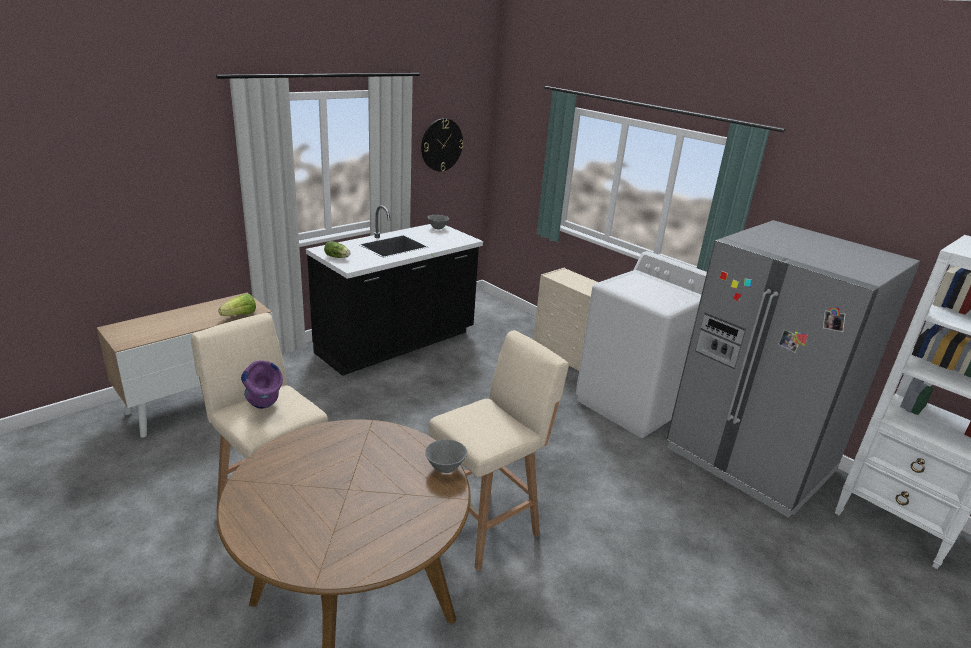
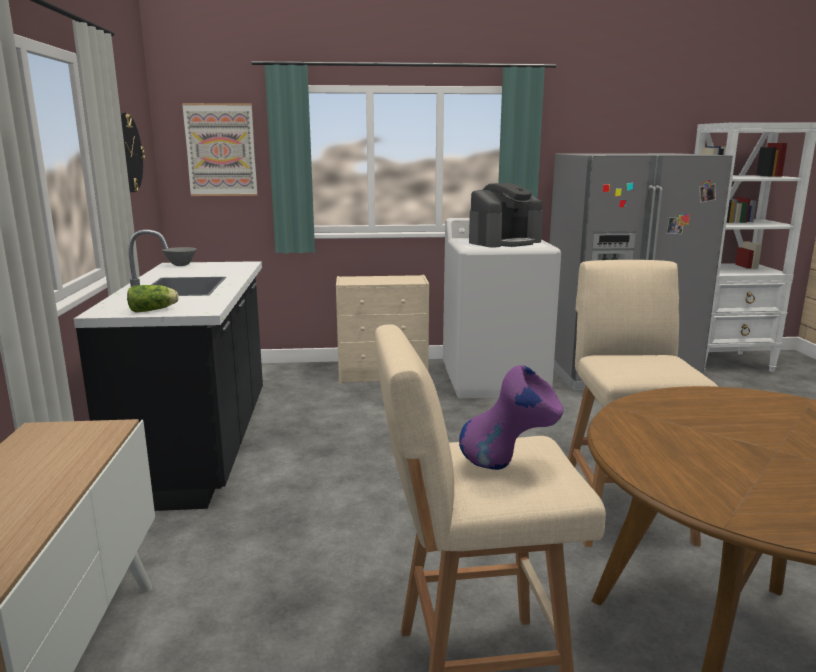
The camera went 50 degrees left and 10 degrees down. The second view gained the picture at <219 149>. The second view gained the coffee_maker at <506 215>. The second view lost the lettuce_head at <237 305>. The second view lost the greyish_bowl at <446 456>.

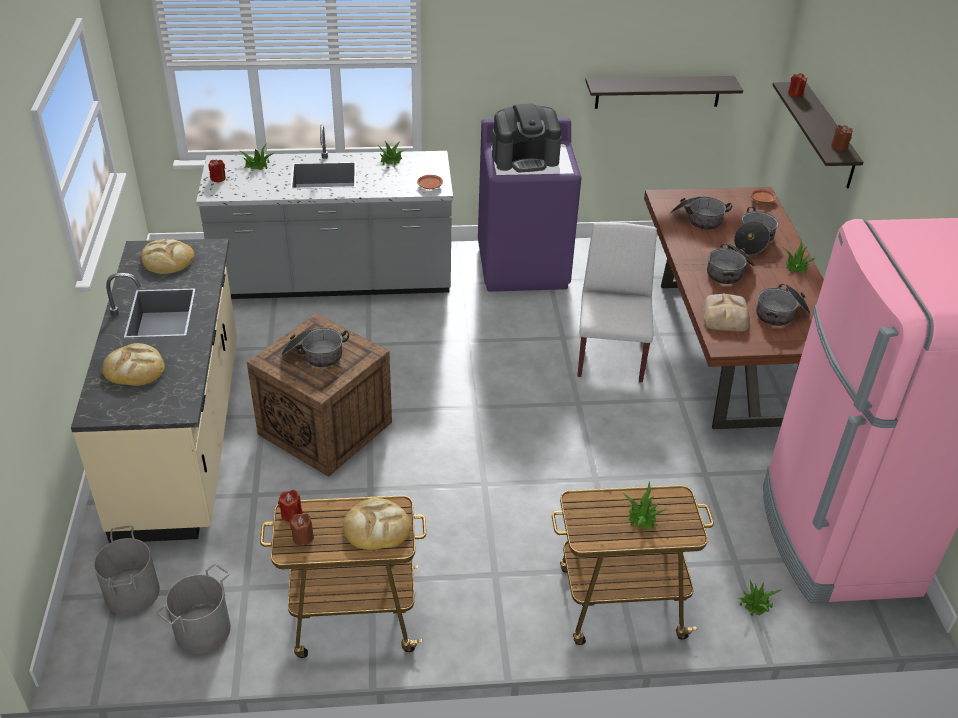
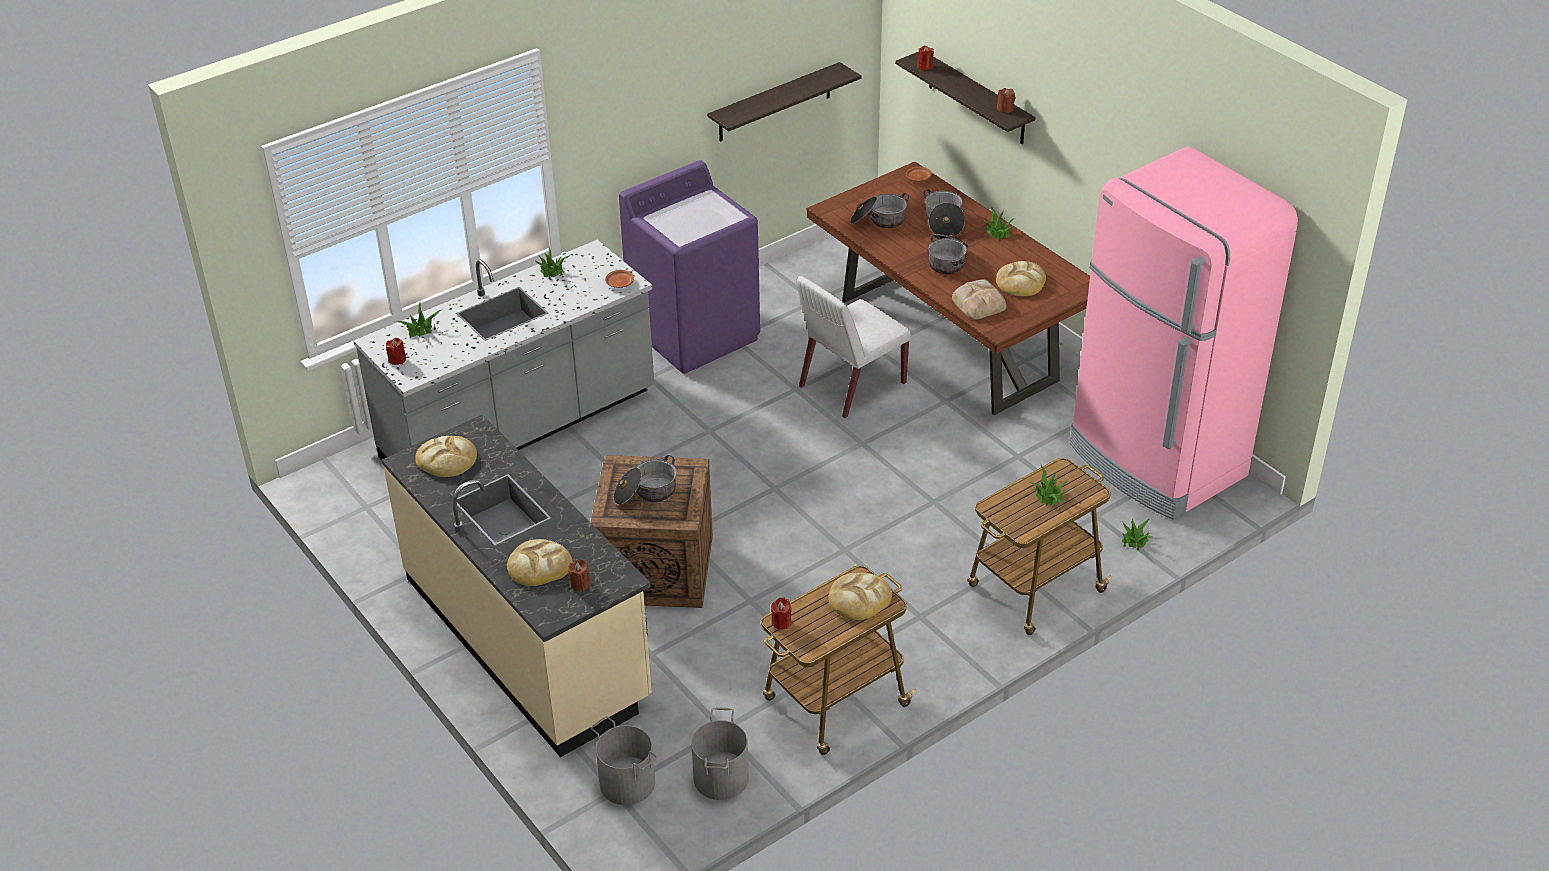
The camera went 30 degrees left and 0 degrees up. The brown-coloured_wax_light ended up elsewhere, having gone from <302 529> to <579 575>. The white_chair at <617 302> ended up facing another way, 105 degrees counterclockwise from before. Where the stockpot stood at <783 305>, the baked_bread came to stand at <1021 278>. The second view lost the coffee_maker at <526 137>.

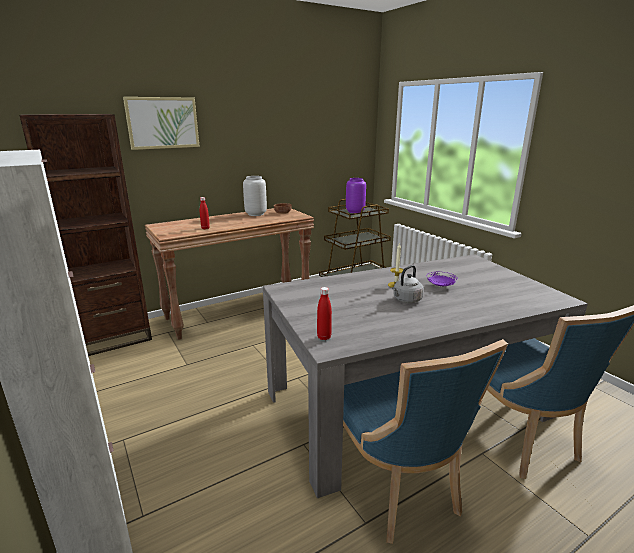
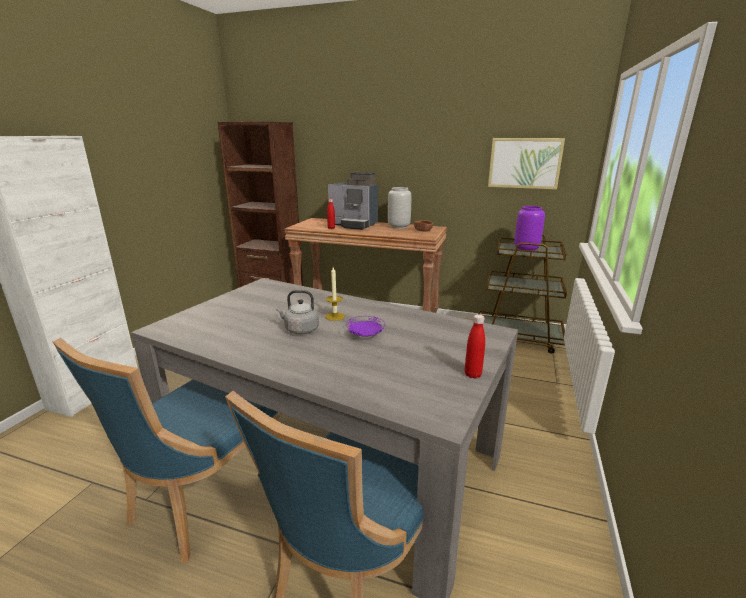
The camera went 50 degrees right and 0 degrees up. The second view gained the coffee_maker at <353 201>. The reddish_beverage_bottle ended up elsewhere, having gone from <324 313> to <475 346>. The picture ended up elsewhere, having gone from <161 123> to <526 164>.

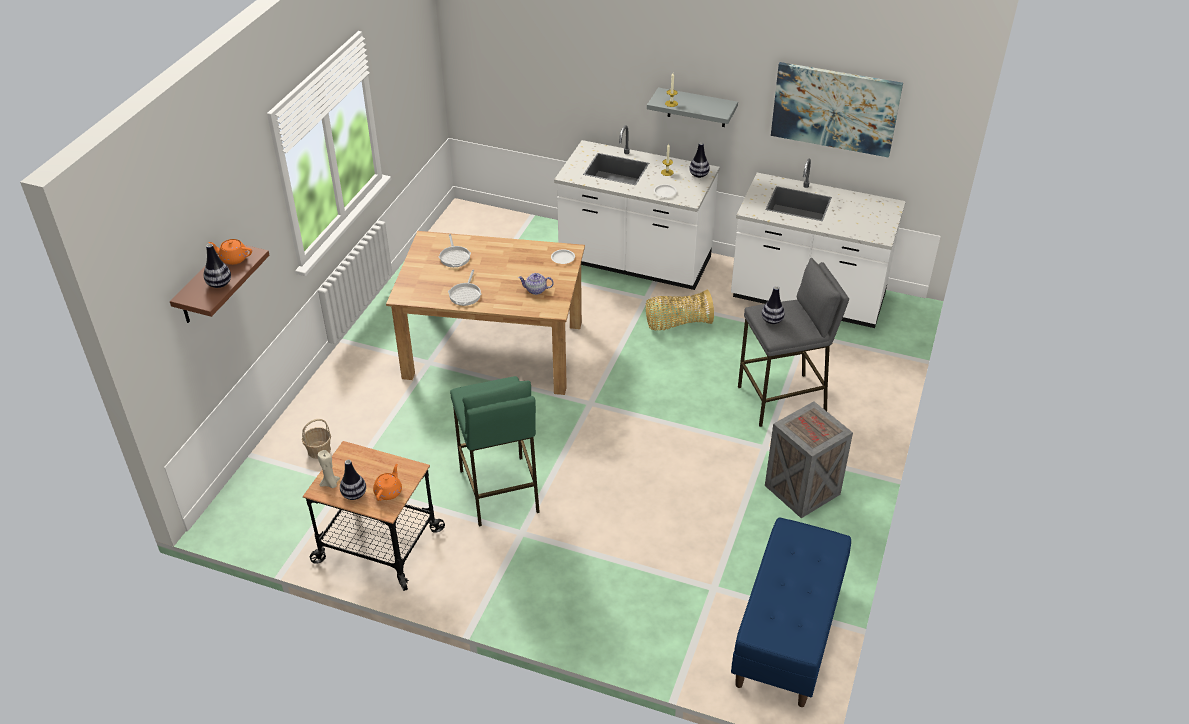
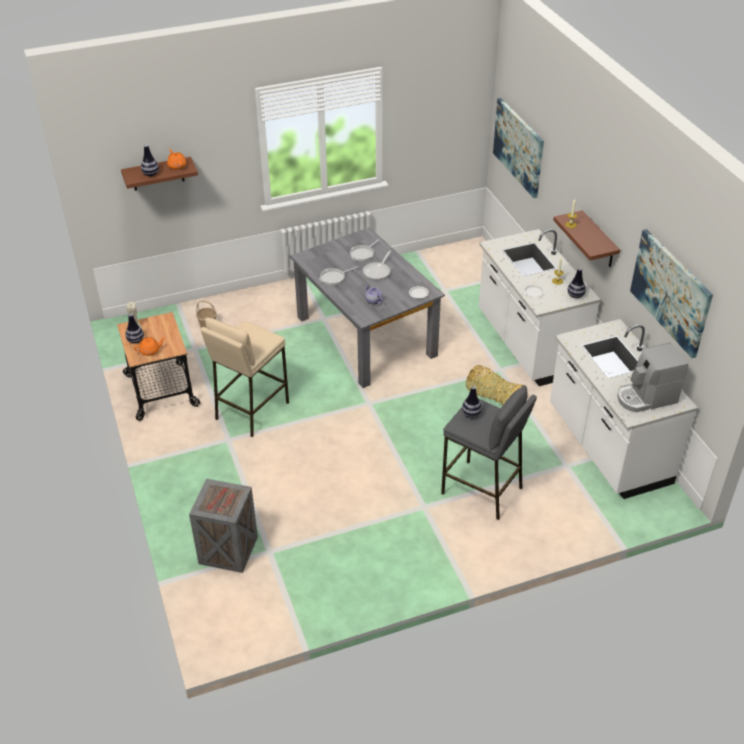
The camera went 50 degrees right and 0 degrees up. The crate ended up elsewhere, having gone from <809 459> to <223 526>. What was the green-coloured_stool at <495 451> turned into the beige-coloured_stool at <245 377>. What was the brown-coloured_dinner_table at <485 313> turned into the greyish_dinner_table at <367 307>. The second view gained the frying_pan at <377 265>. The second view gained the picture at <518 148>. What was the greyish_bracket_shelf at <692 107> turned into the brown-coloured_bracket_shelf at <586 238>. The second view gained the coffee_maker at <652 377>. The second view lost the bluish_indoor_bench at <791 612>.

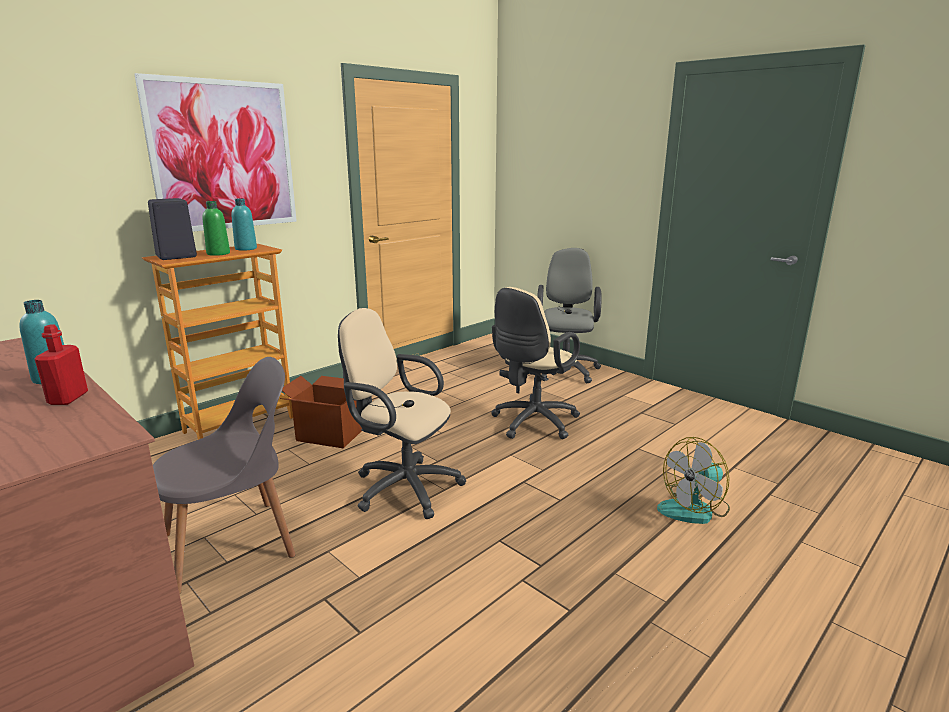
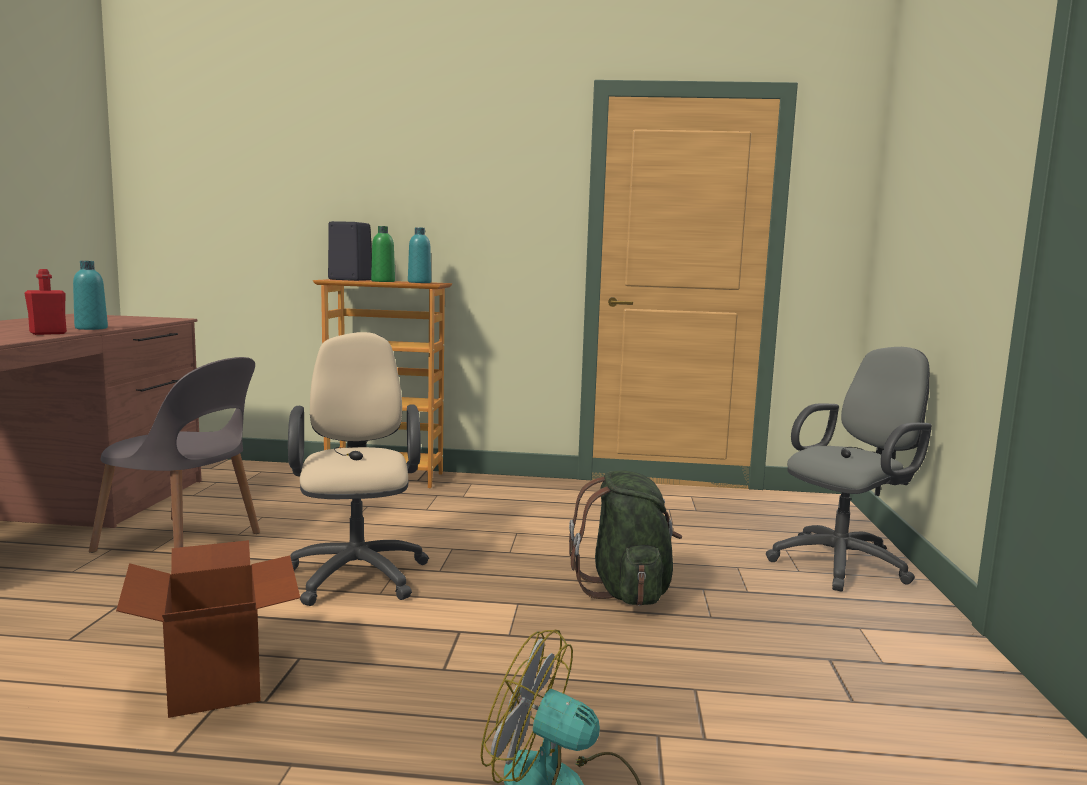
The camera went 50 degrees right and 10 degrees down. The carton ended up elsewhere, having gone from <321 412> to <208 629>. Where the beige-coloured_desk_chair stood at <535 363>, the green-coloured_backpack came to stand at <625 538>. The second view lost the picture at <215 152>.

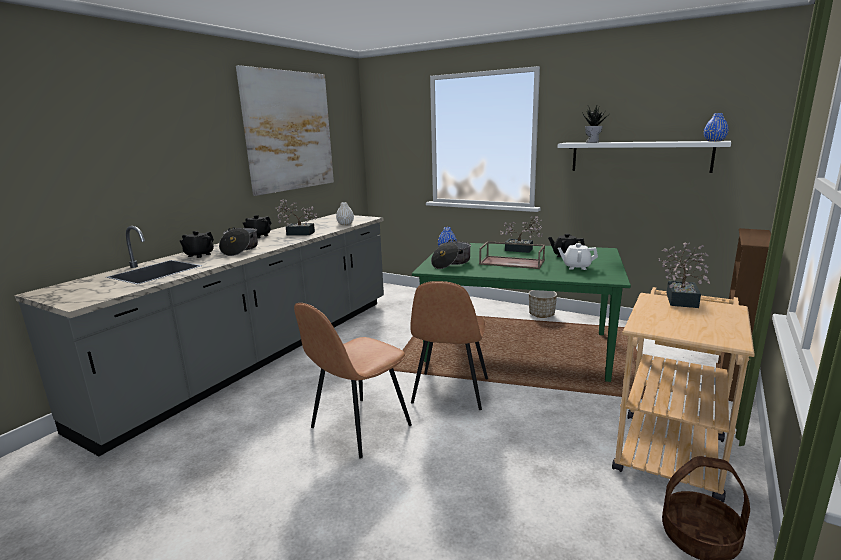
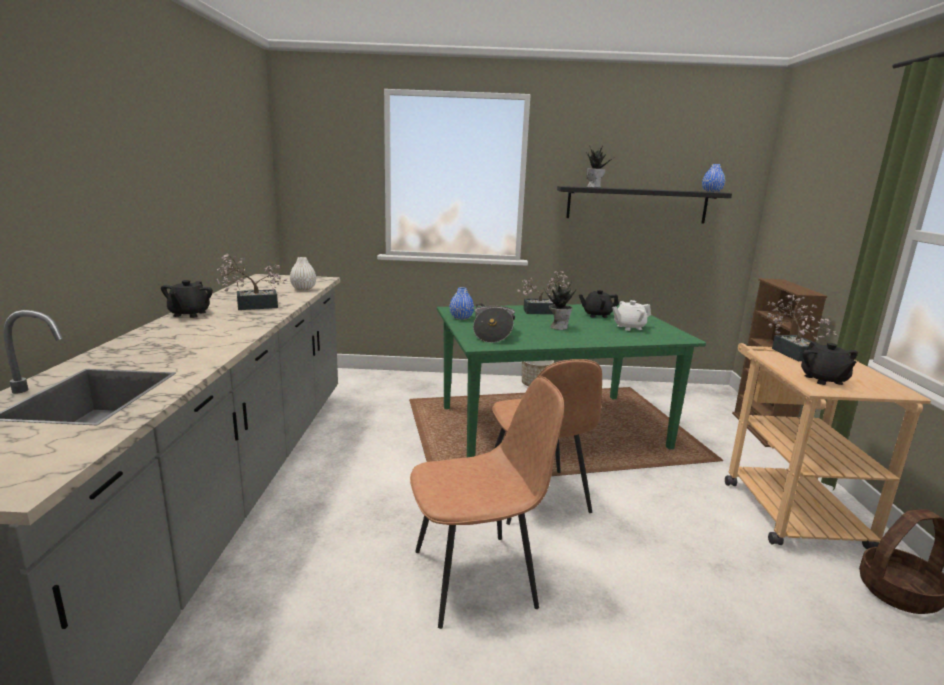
The camera went 30 degrees left and 0 degrees up. The brown-coloured_chair at <353 381> ended up facing another way, 120 degrees counterclockwise from before. Where the brown-coloured_carrying_tray stood at <512 255>, the plant_in_a_pot came to stand at <560 305>. What was the white_bracket_shelf at <644 157> turned into the black-coloured_bracket_shelf at <644 205>. The black-coloured_teapot ended up elsewhere, having gone from <197 244> to <829 363>. The second view lost the stockpot at <238 241>. The second view lost the picture at <285 130>.

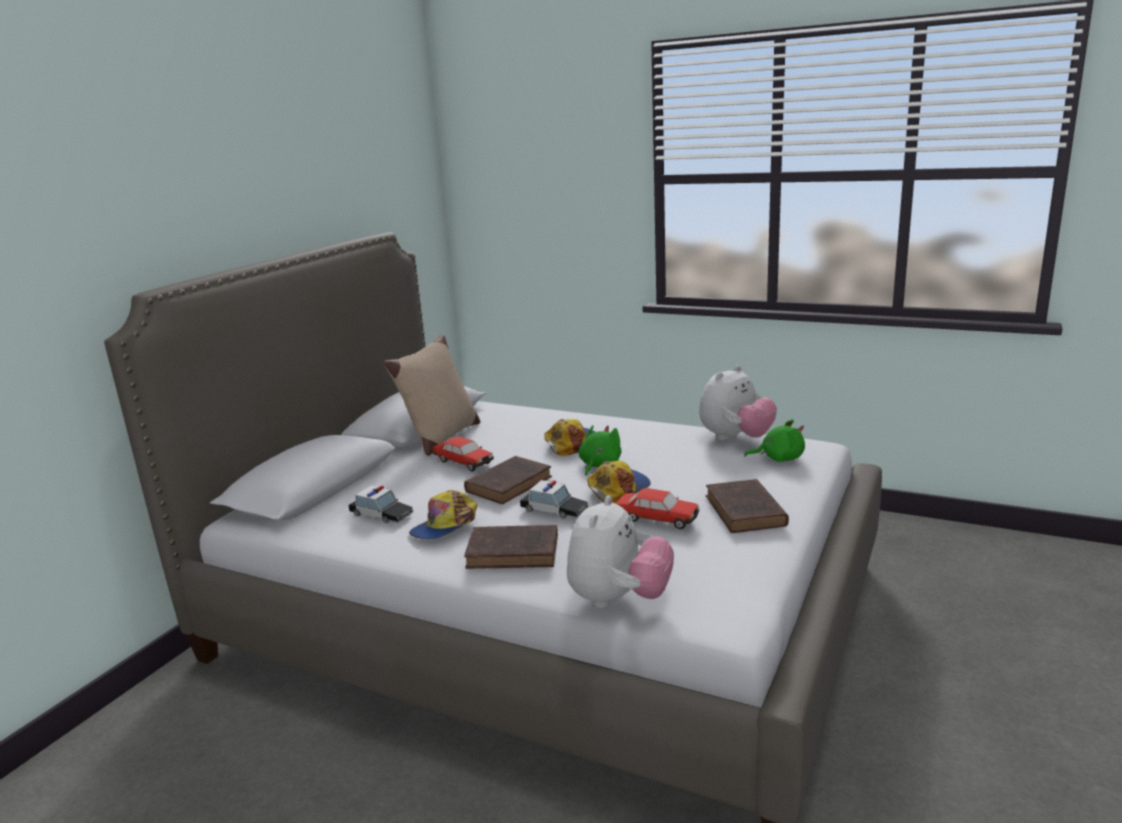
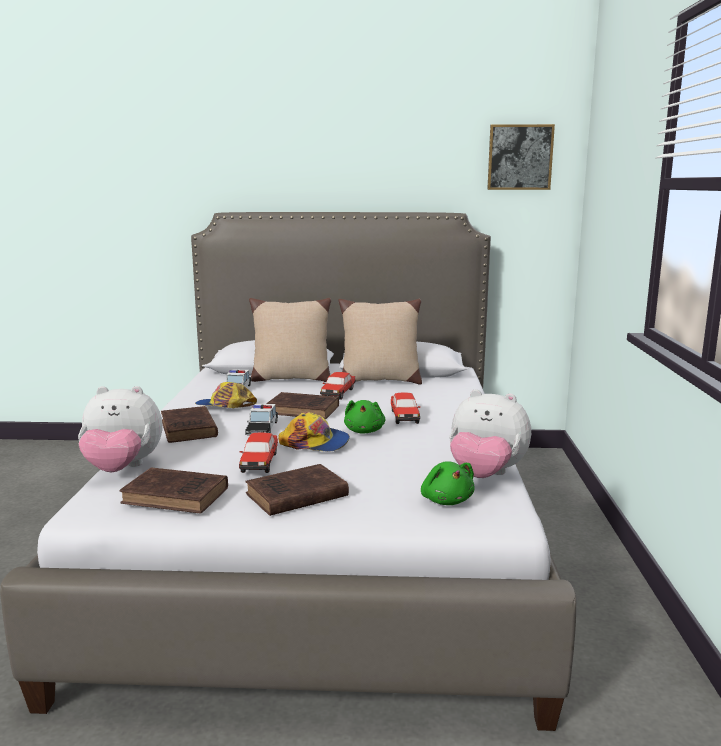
The camera went 65 degrees right and 5 degrees down. The second view gained the brown-coloured_bound_book at <174 490>. The second view gained the beige-coloured_cushion at <290 340>. The green-coloured_soft_toy at <600 450> ended up facing another way, 90 degrees clockwise from before. Where the cap stood at <569 437>, the toy_car came to stand at <406 408>. The second view gained the picture at <521 157>.

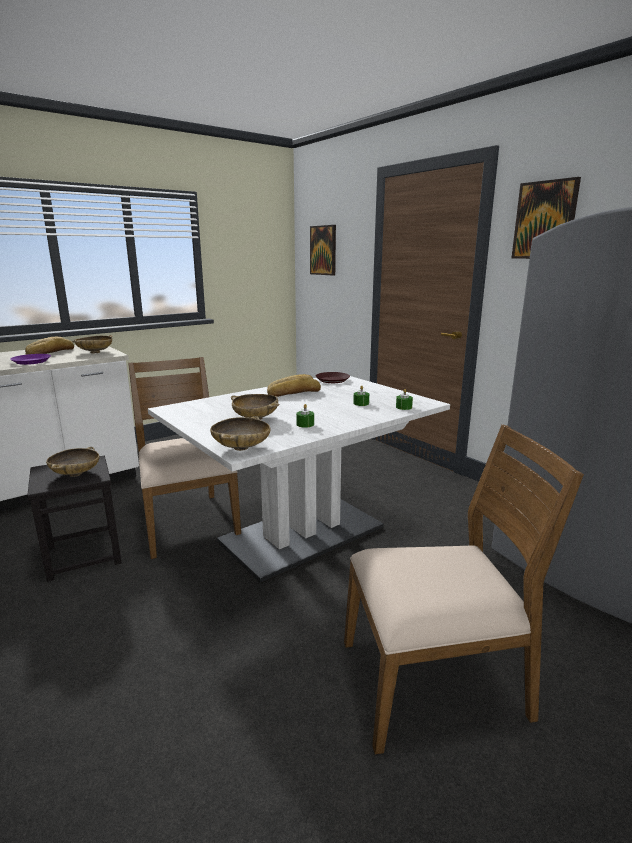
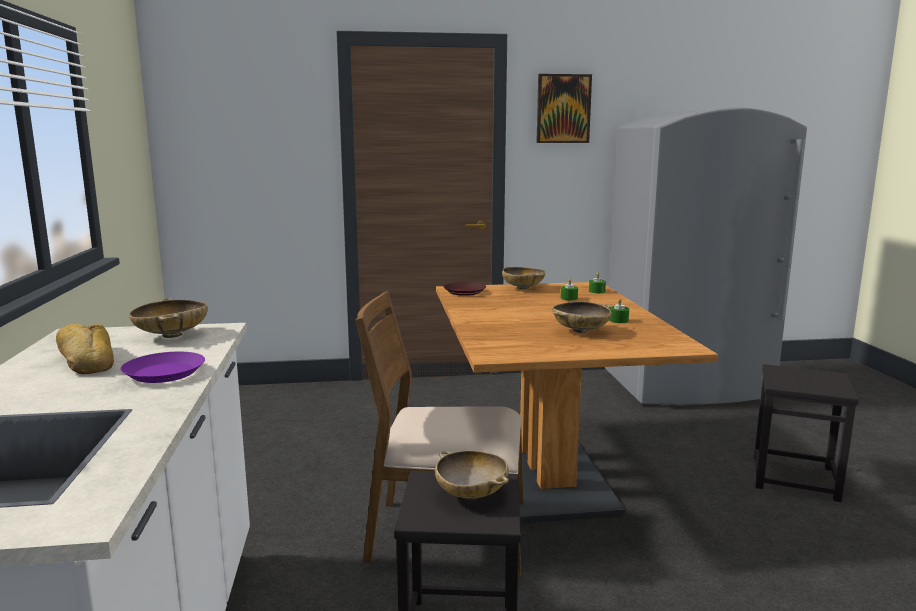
The camera went 60 degrees left and 5 degrees down. What was the white_dinner_table at <299 479> turned into the brown-coloured_dinner_table at <577 402>. The beige-coloured_bowl ended up elsewhere, having gone from <240 433> to <523 278>. Where the brown-coloured_chair stood at <464 589>, the black-coloured_stool came to stand at <806 433>. The second view lost the baked_bread at <294 385>. The second view lost the picture at <323 250>.

